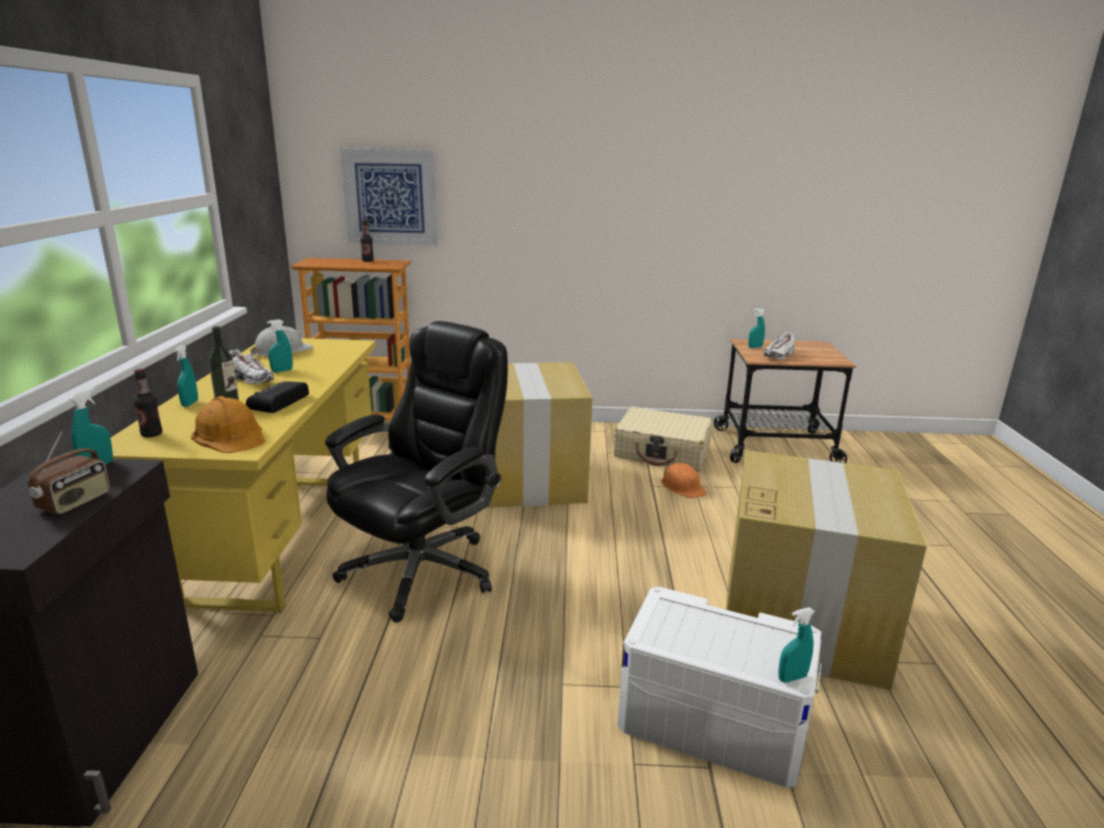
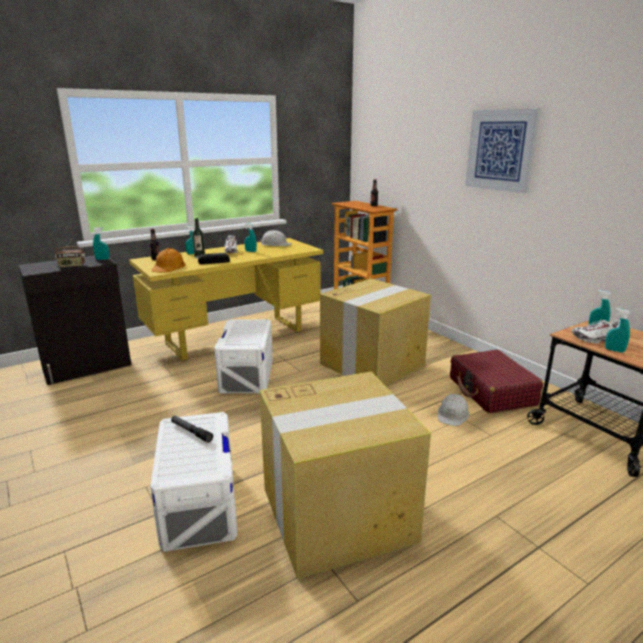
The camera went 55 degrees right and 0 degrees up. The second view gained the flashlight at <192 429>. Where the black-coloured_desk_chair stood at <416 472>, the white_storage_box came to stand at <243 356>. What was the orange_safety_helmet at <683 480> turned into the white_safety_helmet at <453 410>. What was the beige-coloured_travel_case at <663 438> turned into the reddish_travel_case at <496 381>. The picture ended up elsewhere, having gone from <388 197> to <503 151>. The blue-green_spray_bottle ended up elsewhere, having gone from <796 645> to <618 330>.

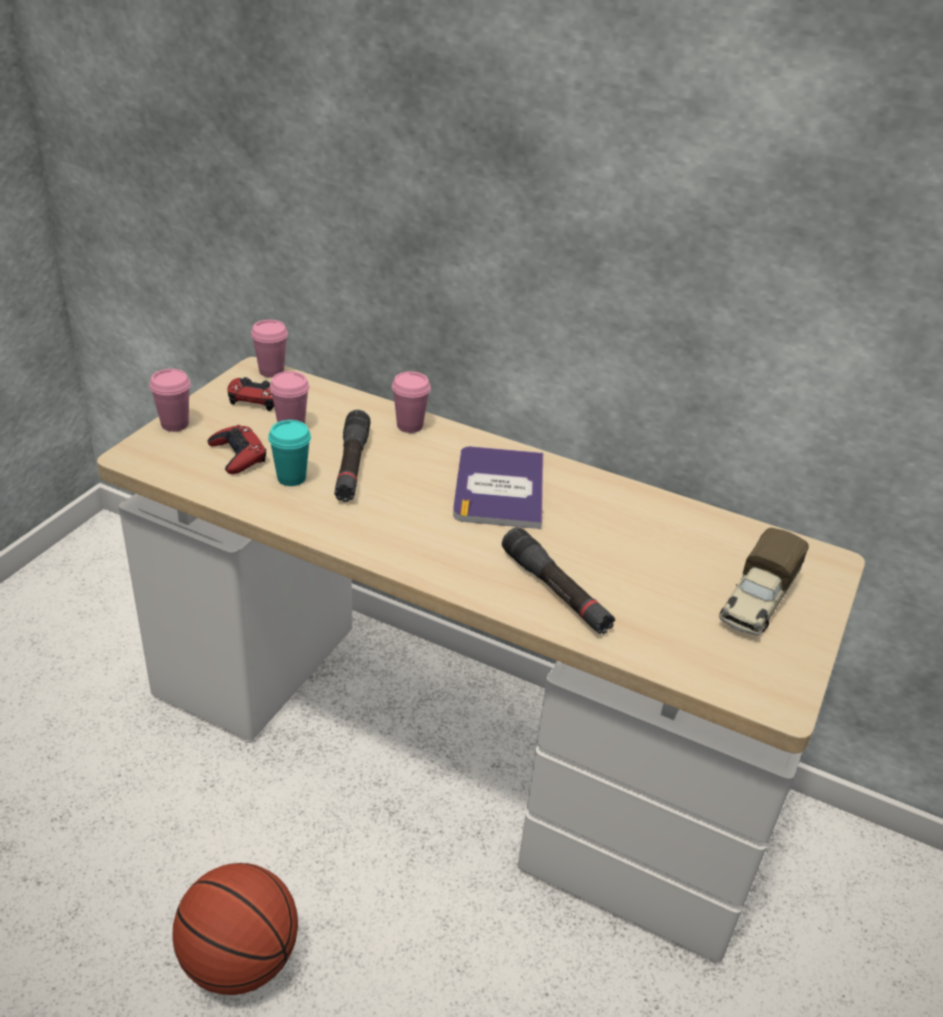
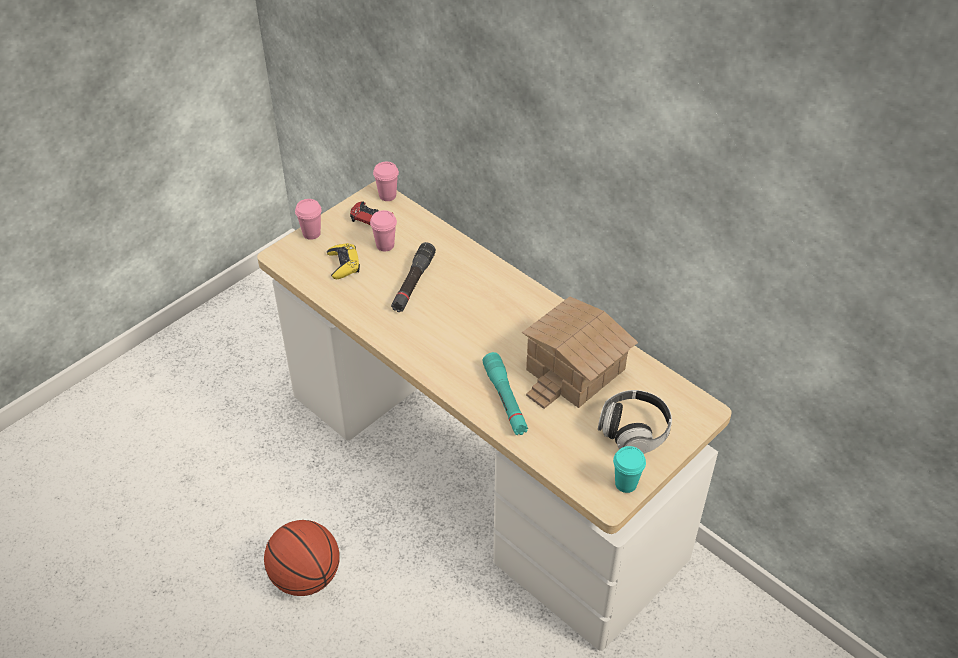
The camera went 20 degrees right and 10 degrees up. What was the reddish_gamepad at <236 449> turned into the yellow-coloured_gamepad at <343 261>. What was the black-coloured_flashlight at <558 580> turned into the blue-green_flashlight at <505 393>. The second view gained the toy_house at <580 353>. Where the toy_lorry stood at <764 581>, the headphones came to stand at <635 422>. The blue-green_cup ended up elsewhere, having gone from <289 453> to <629 469>. The second view lost the pink-coloured_cup at <411 402>. The second view lost the bound_book at <498 487>.

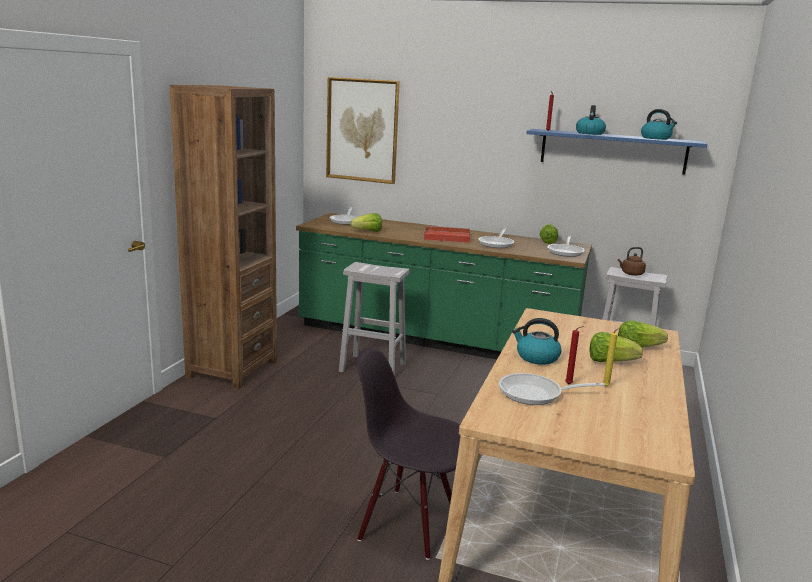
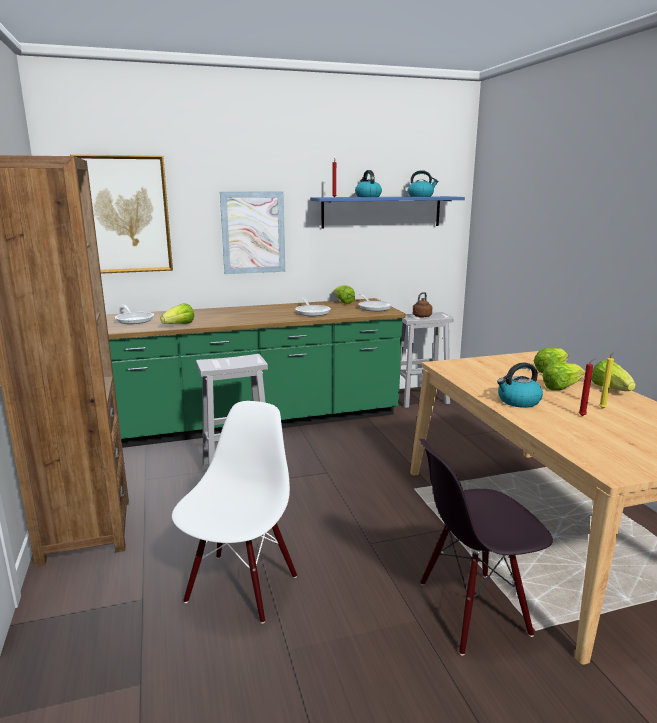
The camera went 35 degrees left and 0 degrees up. The second view gained the white_chair at <234 512>. The second view gained the picture at <252 232>. The second view gained the lettuce_head at <613 375>. The second view lost the reddish_carrying_tray at <447 234>. The second view lost the frying_pan at <551 389>.

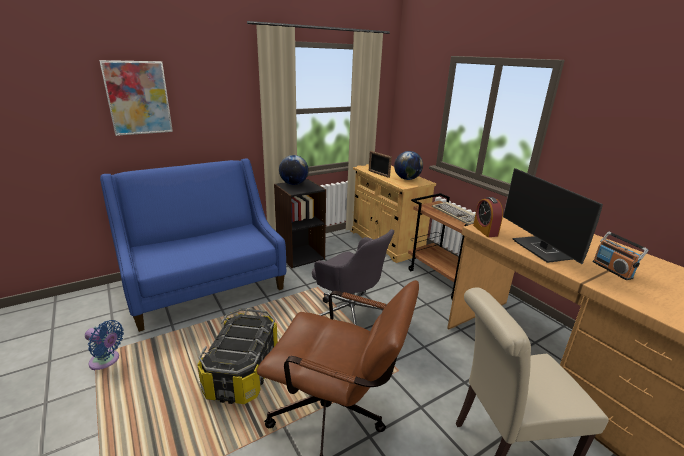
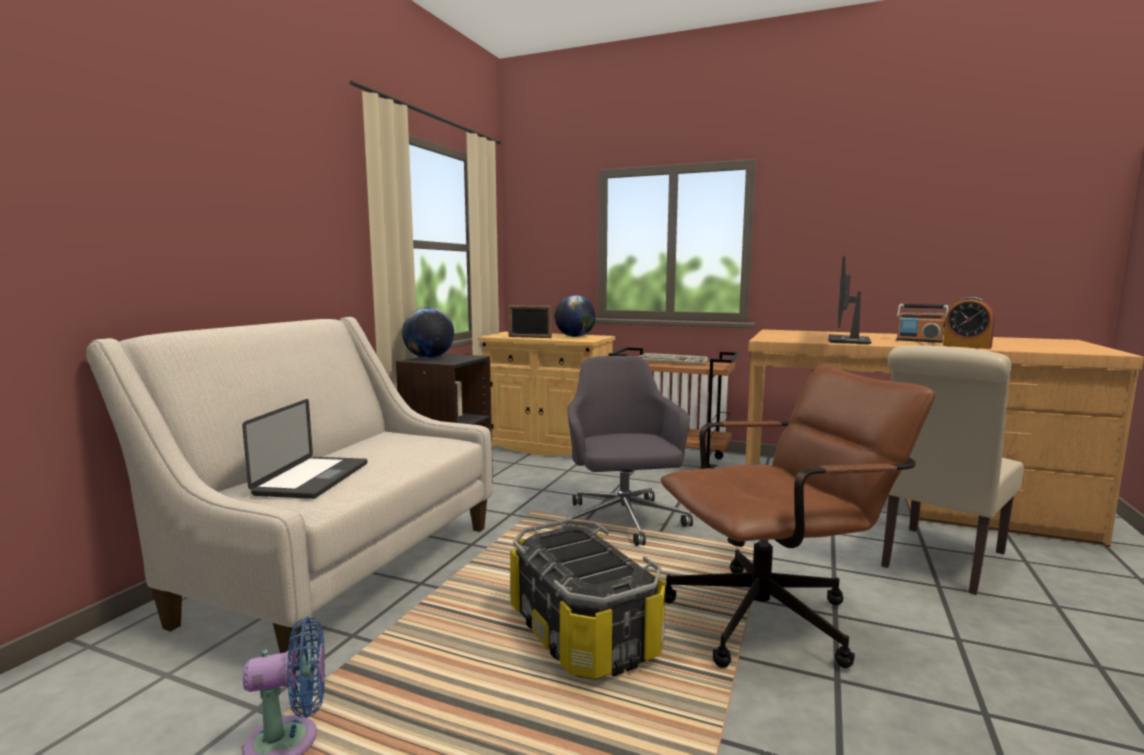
The camera went 35 degrees left and 15 degrees down. What was the bluish_couch at <193 245> turned into the beige-coloured_couch at <289 490>. The second view gained the laptop at <304 449>. The greyish_desk_chair at <353 277> ended up facing another way, 105 degrees counterclockwise from before. The monitor at <553 216> ended up facing another way, 75 degrees clockwise from before. The bedside_clock ended up elsewhere, having gone from <488 217> to <969 323>. The second view lost the picture at <136 98>.

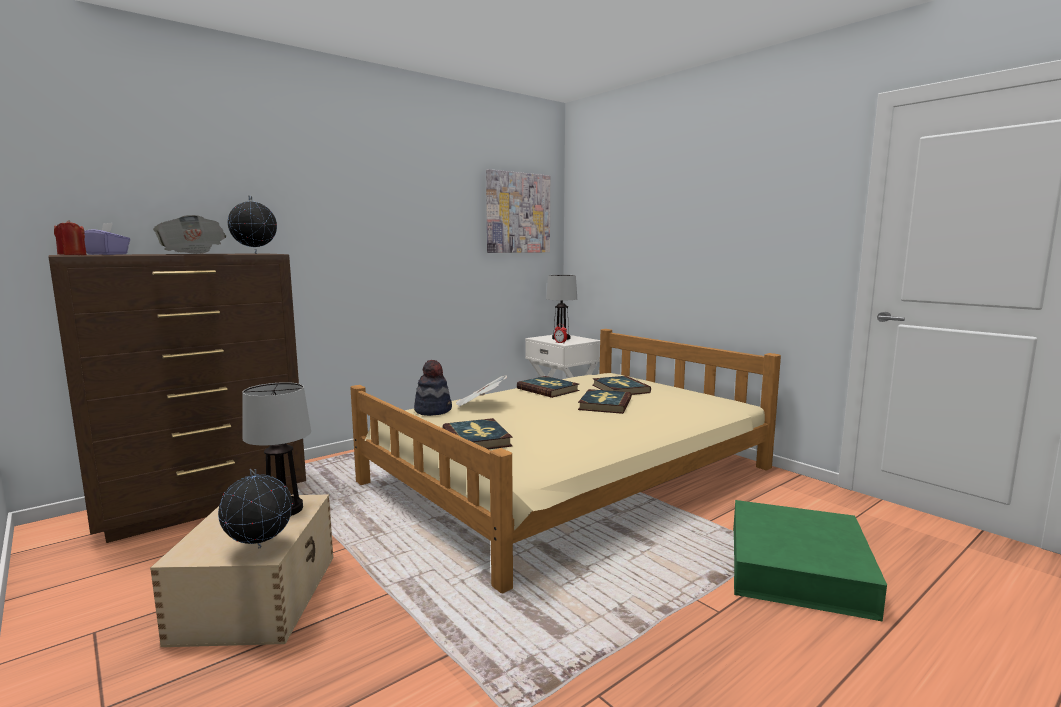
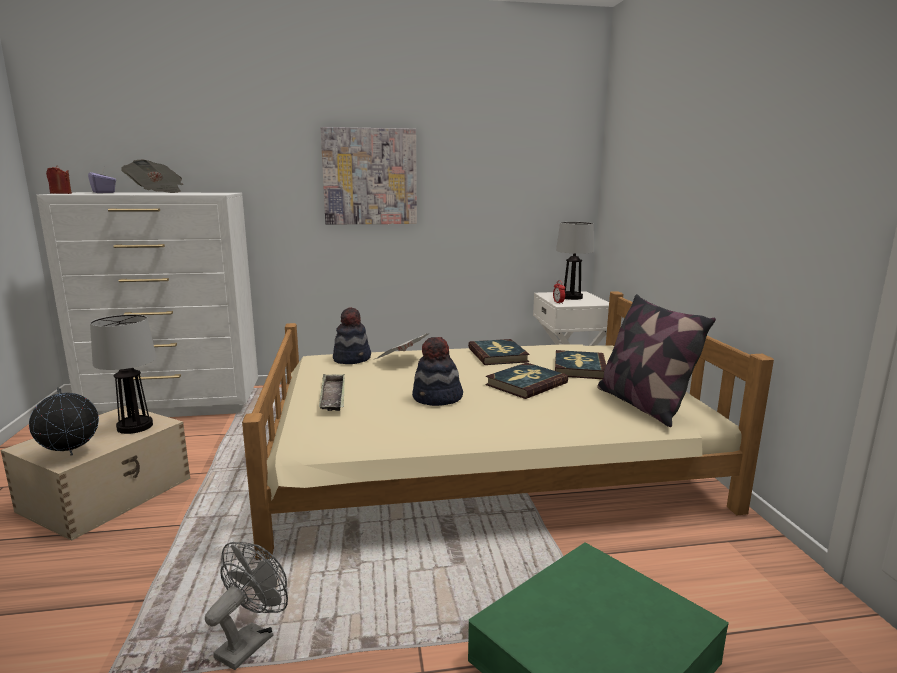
The camera went 30 degrees right and 5 degrees up. What was the brown-coloured_dresser at <177 398> turned into the white_dresser at <147 304>. The second view gained the greyish_electric_fan at <246 606>. Where the bound_book stood at <477 433>, the carrying_tray came to stand at <332 392>. The picture ended up elsewhere, having gone from <518 211> to <369 176>. The second view gained the clothing_hat at <437 371>. The second view gained the cushion at <656 360>. The second view lost the globe at <252 225>.

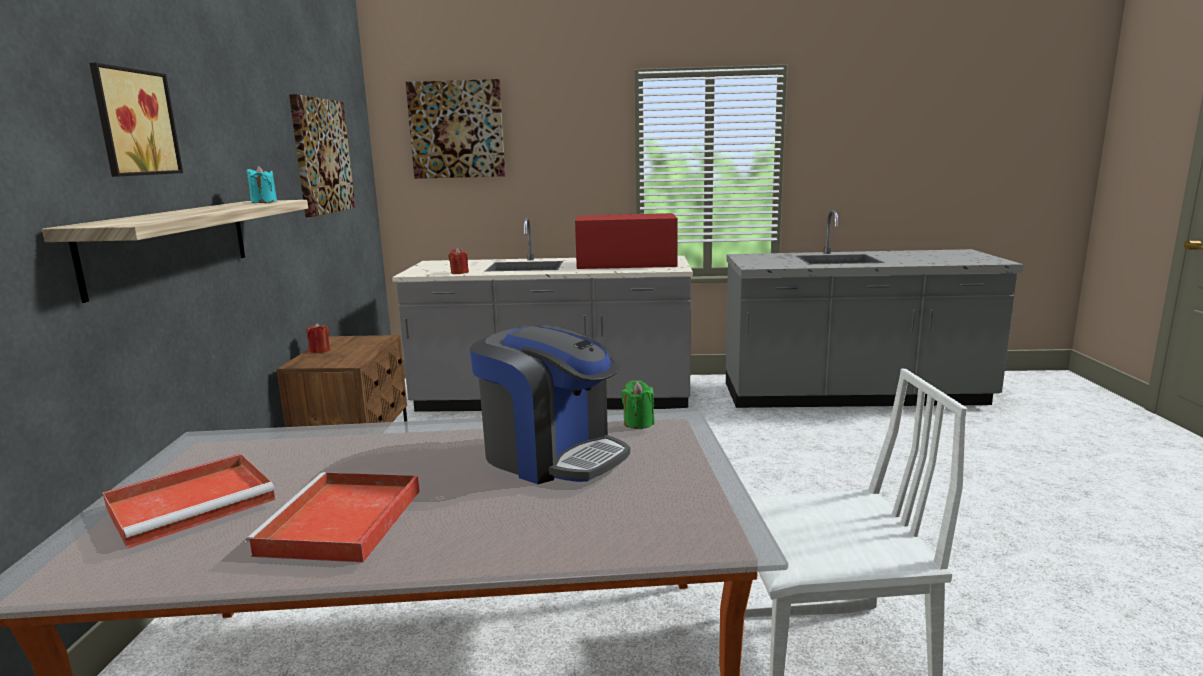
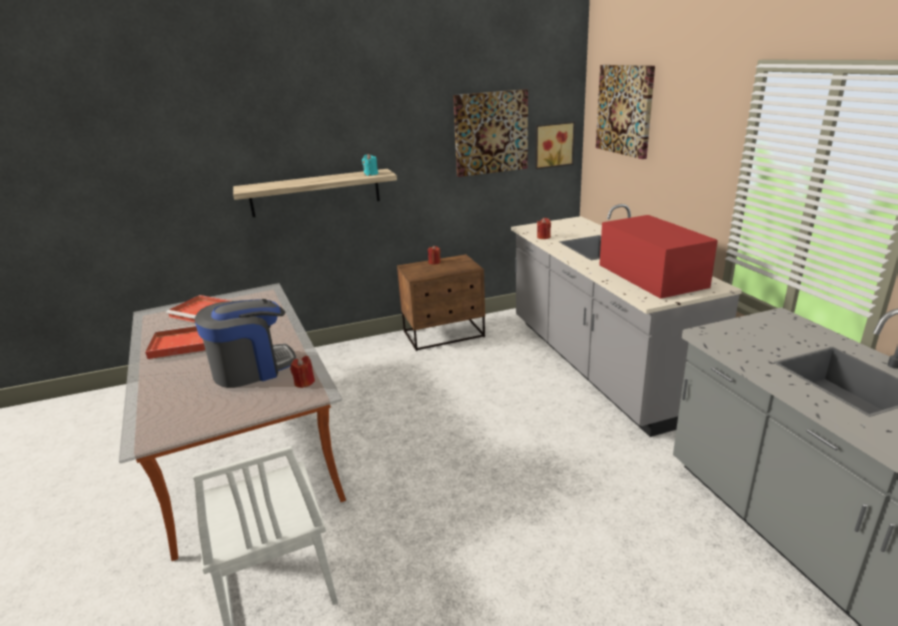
The camera went 70 degrees right and 10 degrees up. The coffee_maker at <550 404> ended up facing another way, 135 degrees counterclockwise from before. What was the green-coloured_wax_light at <638 404> turned into the reddish_wax_light at <302 372>. The picture ended up elsewhere, having gone from <136 120> to <555 145>.

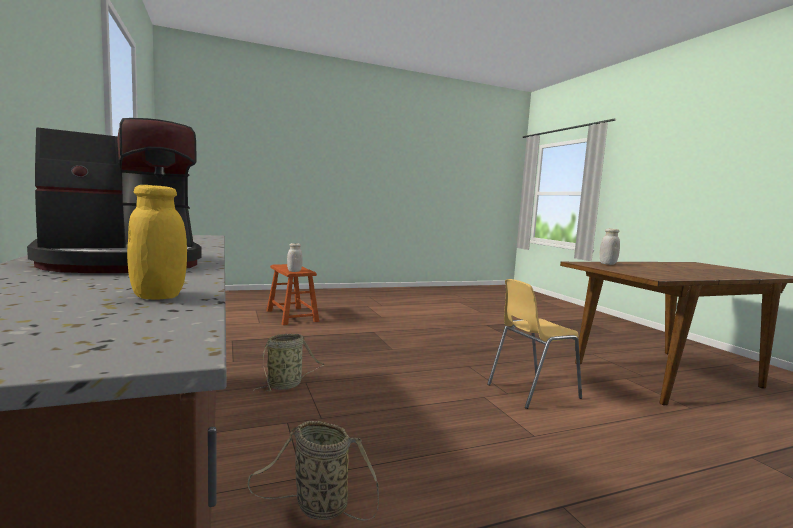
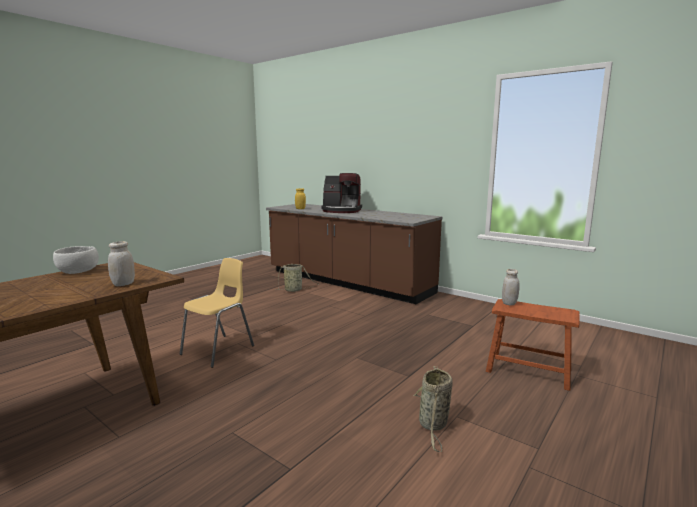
The camera went 150 degrees right and 5 degrees up. The second view gained the white_bowl at <76 260>. The coffee_maker at <114 195> ended up facing another way, 105 degrees counterclockwise from before. The storage_basket ended up elsewhere, having gone from <289 363> to <432 409>.

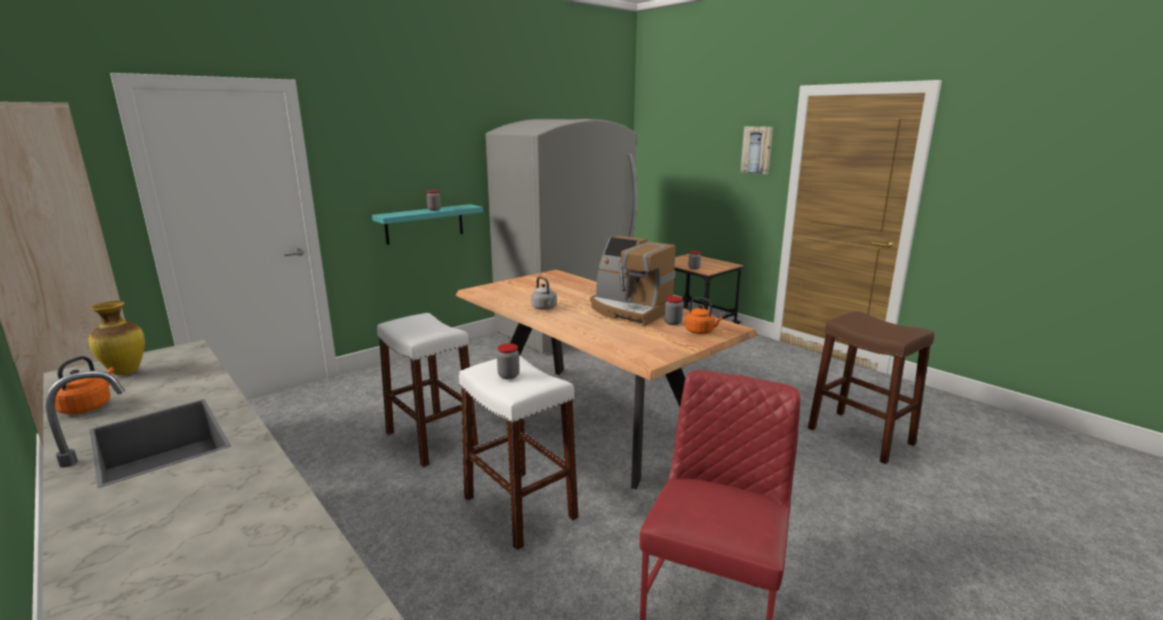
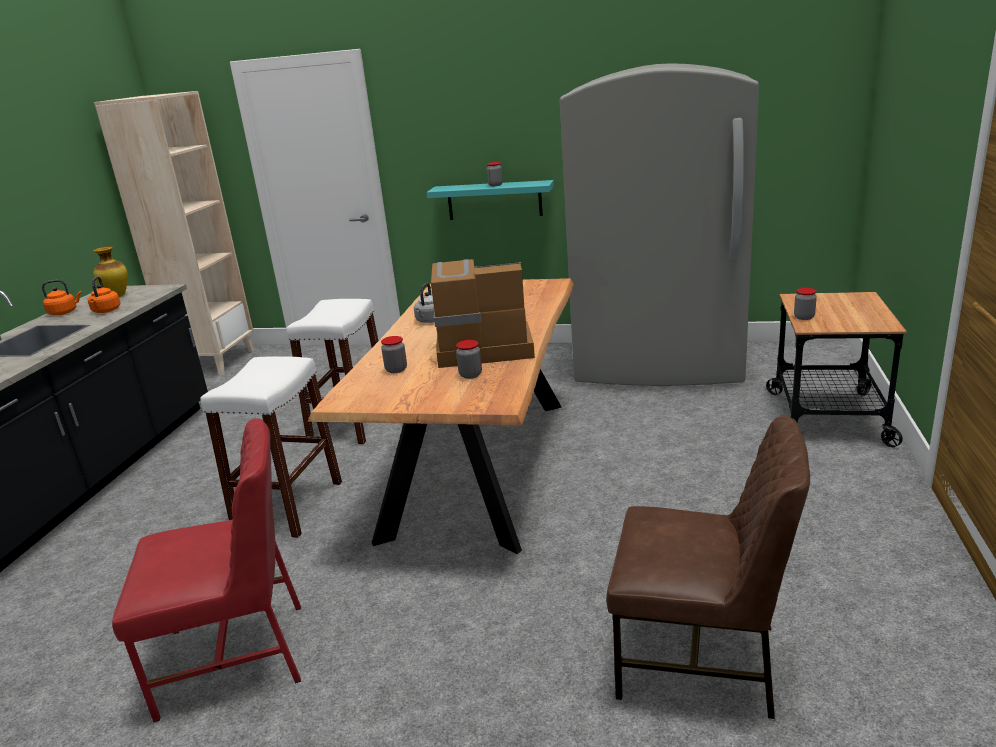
The camera went 55 degrees right and 5 degrees up. The orange_tea_kettle ended up elsewhere, having gone from <704 315> to <104 294>. The preserve_jar ended up elsewhere, having gone from <508 361> to <394 354>. The coffee_maker at <633 281> ended up facing another way, 90 degrees clockwise from before. Where the brown-coloured_stool stood at <871 387>, the brown-coloured_chair came to stand at <708 567>. The second view lost the picture at <756 150>.

